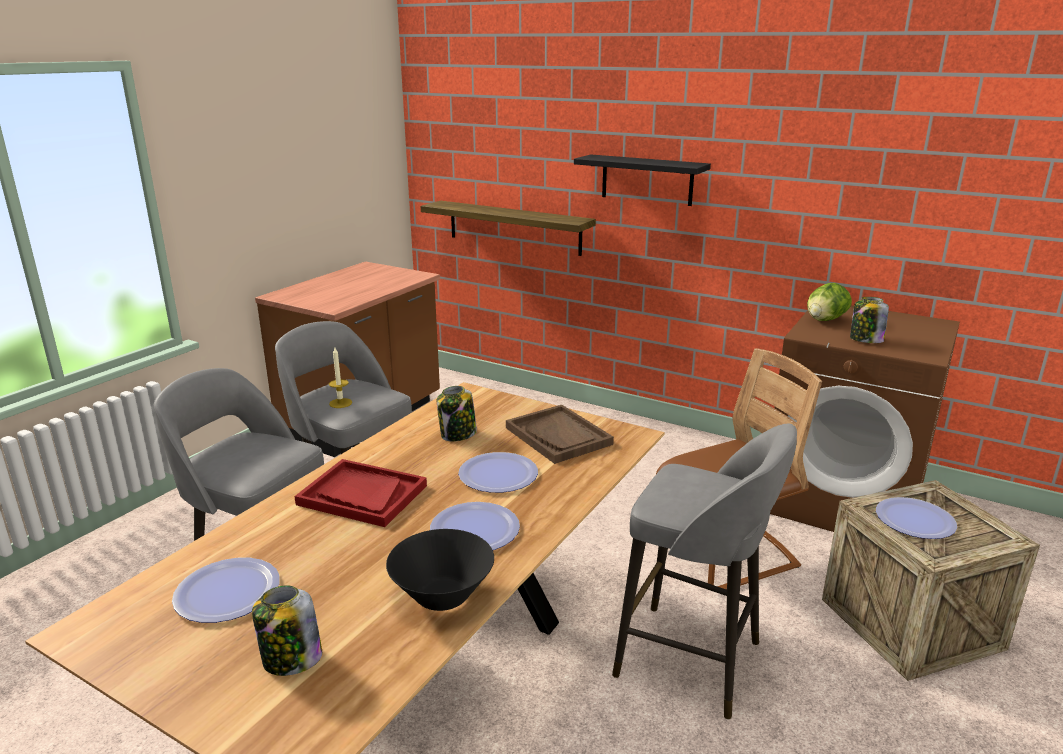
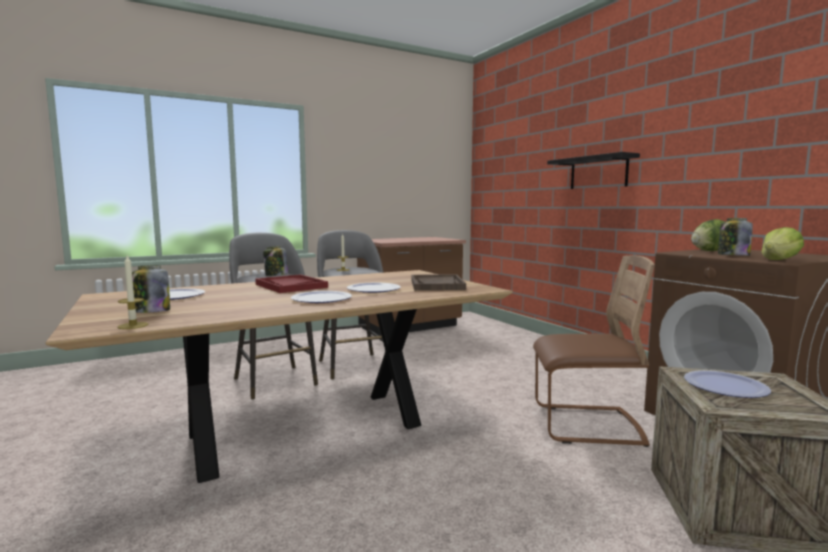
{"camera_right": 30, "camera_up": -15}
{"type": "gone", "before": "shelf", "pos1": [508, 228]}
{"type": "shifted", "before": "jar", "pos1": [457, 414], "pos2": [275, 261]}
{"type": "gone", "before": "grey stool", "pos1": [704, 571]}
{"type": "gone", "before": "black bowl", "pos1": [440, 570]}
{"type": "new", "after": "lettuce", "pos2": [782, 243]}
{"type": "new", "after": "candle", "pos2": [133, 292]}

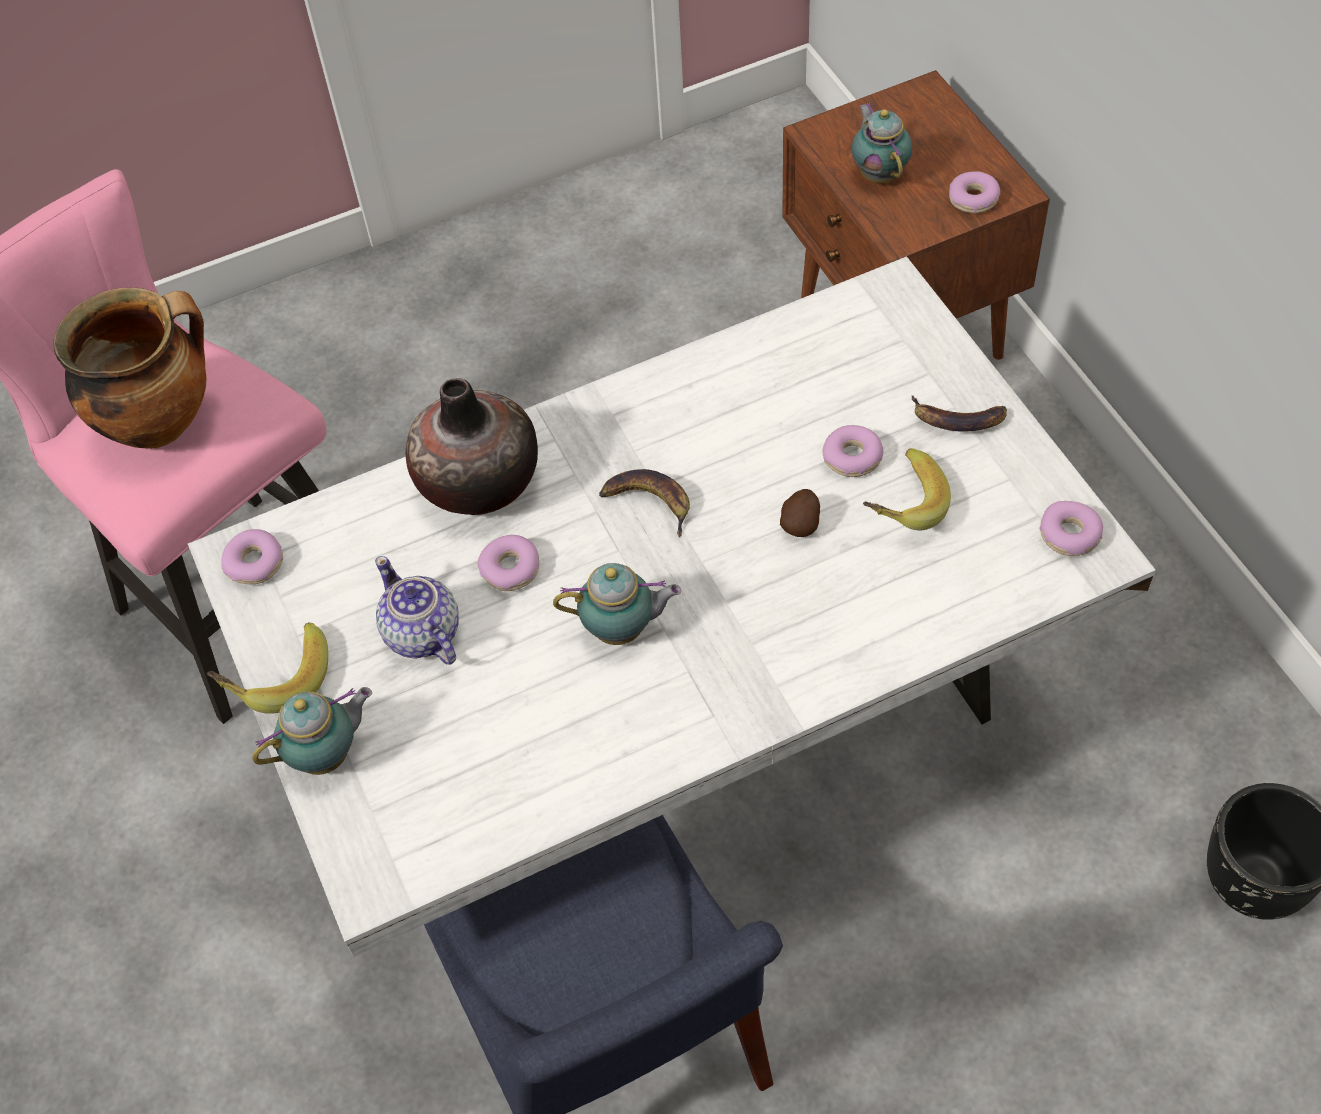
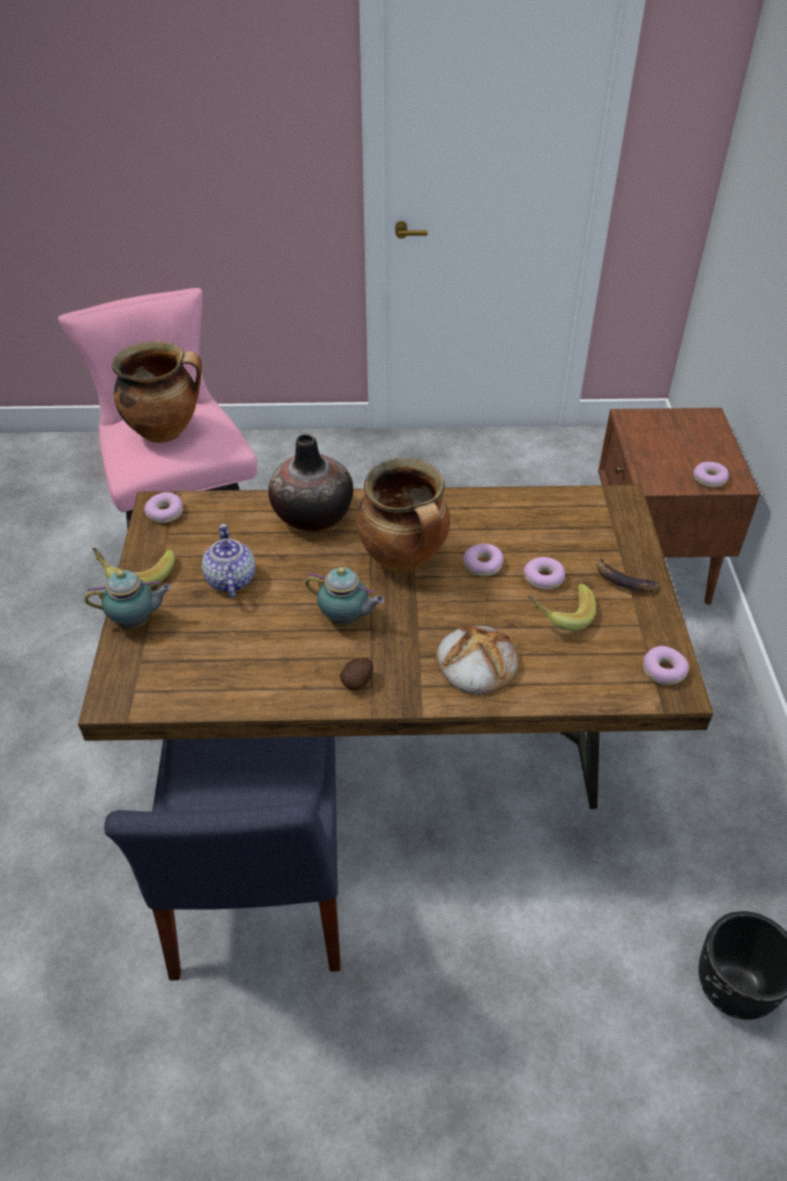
{"camera_right": 20, "camera_up": -10}
{"type": "gone", "before": "teapot", "pos1": [882, 143]}
{"type": "repainted", "before": "white dining table", "after": "brown dining table", "pos1": [672, 606], "pos2": [396, 647]}
{"type": "swapped", "before": "banana", "after": "cooking pot", "pos1": [644, 503], "pos2": [403, 515]}
{"type": "shifted", "before": "potato", "pos1": [800, 513], "pos2": [356, 674]}
{"type": "shifted", "before": "donut", "pos1": [508, 563], "pos2": [483, 560]}
{"type": "new", "after": "bread", "pos2": [478, 660]}

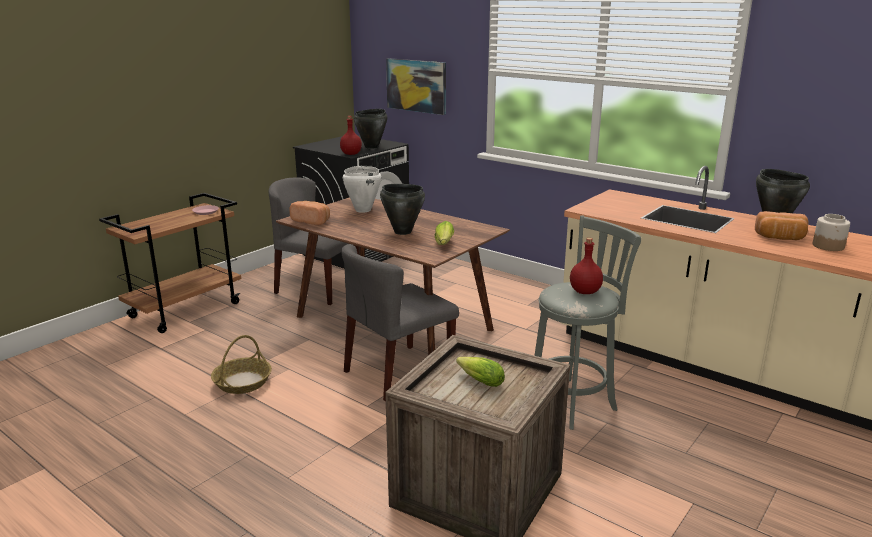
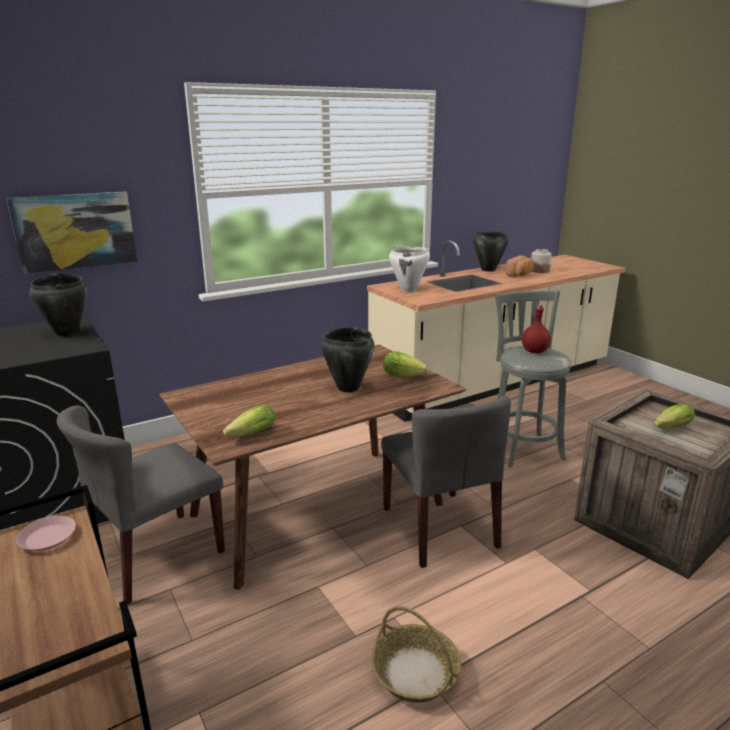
{"camera_right": -70, "camera_up": 0}
{"type": "gone", "before": "red bottle", "pos1": [351, 135]}
{"type": "shifted", "before": "white cooking pot", "pos1": [362, 189], "pos2": [409, 269]}
{"type": "swapped", "before": "bread", "after": "lettuce", "pos1": [309, 213], "pos2": [249, 421]}

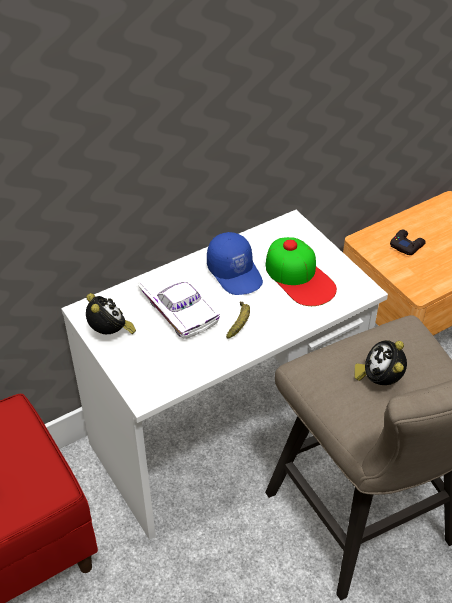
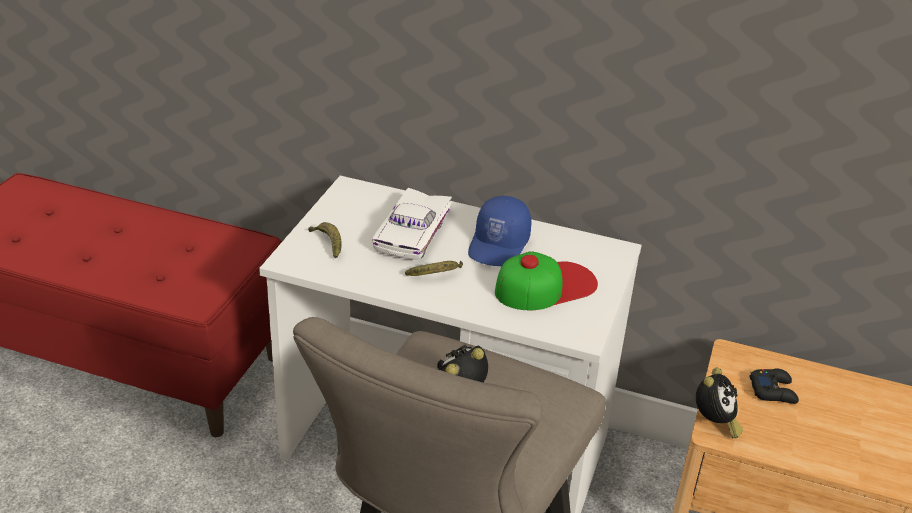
{"camera_right": 50, "camera_up": -10}
{"type": "rotated", "before": "cap", "pos1": [301, 271], "pos2": [546, 281], "turn": -135}
{"type": "shifted", "before": "alarm clock", "pos1": [111, 313], "pos2": [719, 403]}
{"type": "new", "after": "banana", "pos2": [325, 240]}

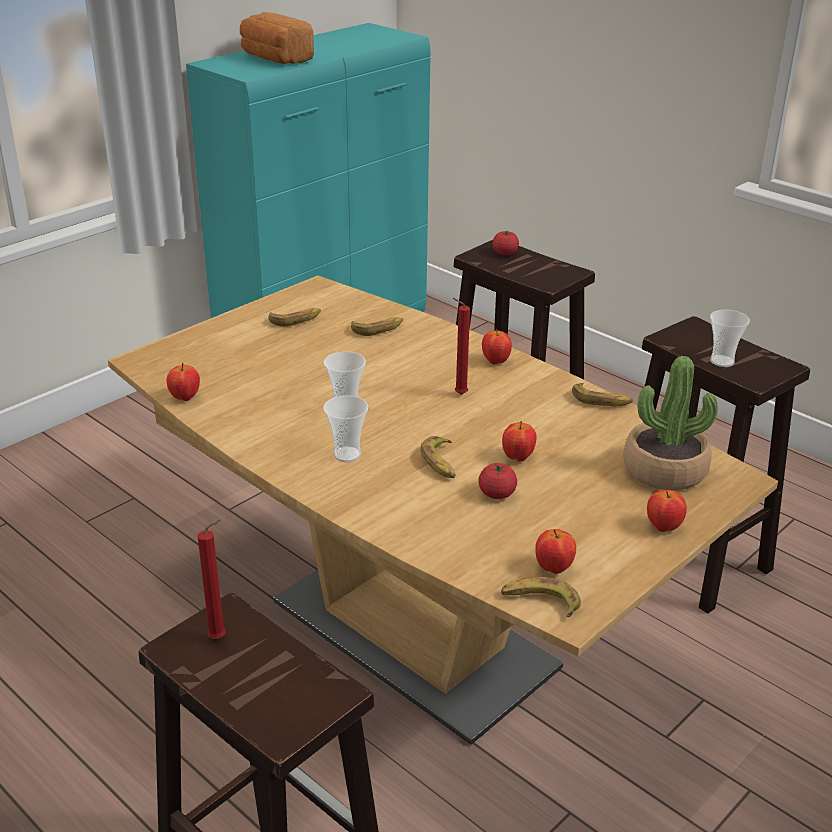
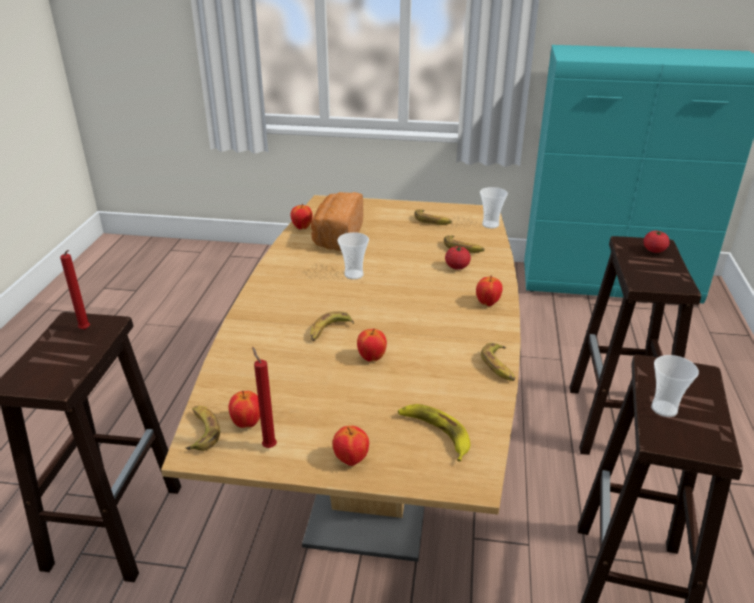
{"camera_right": 55, "camera_up": 0}
{"type": "shifted", "before": "bread", "pos1": [277, 38], "pos2": [337, 221]}
{"type": "shifted", "before": "red candle", "pos1": [461, 346], "pos2": [264, 397]}
{"type": "swapped", "before": "potted plant", "after": "banana", "pos1": [670, 423], "pos2": [434, 433]}
{"type": "shifted", "before": "cup", "pos1": [345, 428], "pos2": [494, 208]}
{"type": "shifted", "before": "tomato", "pos1": [497, 481], "pos2": [458, 258]}

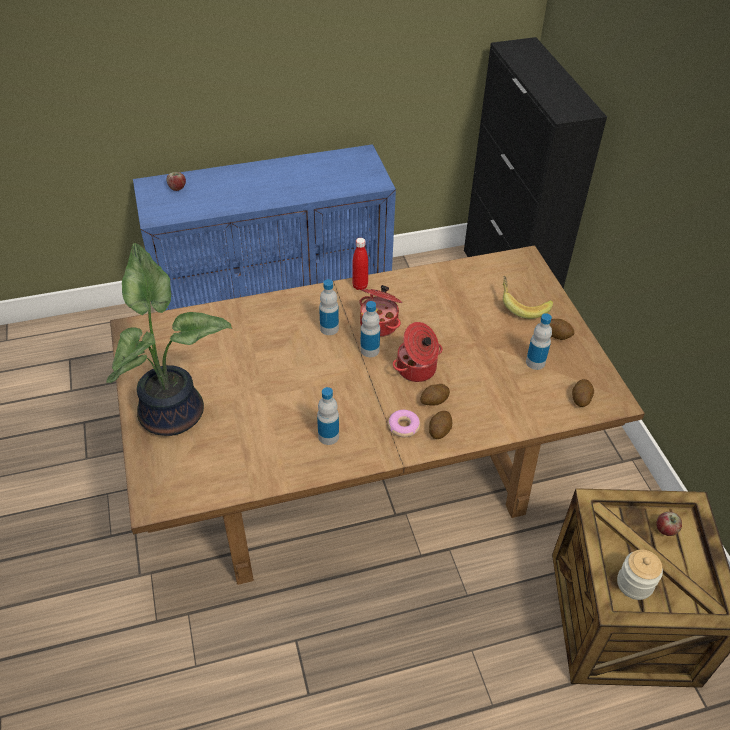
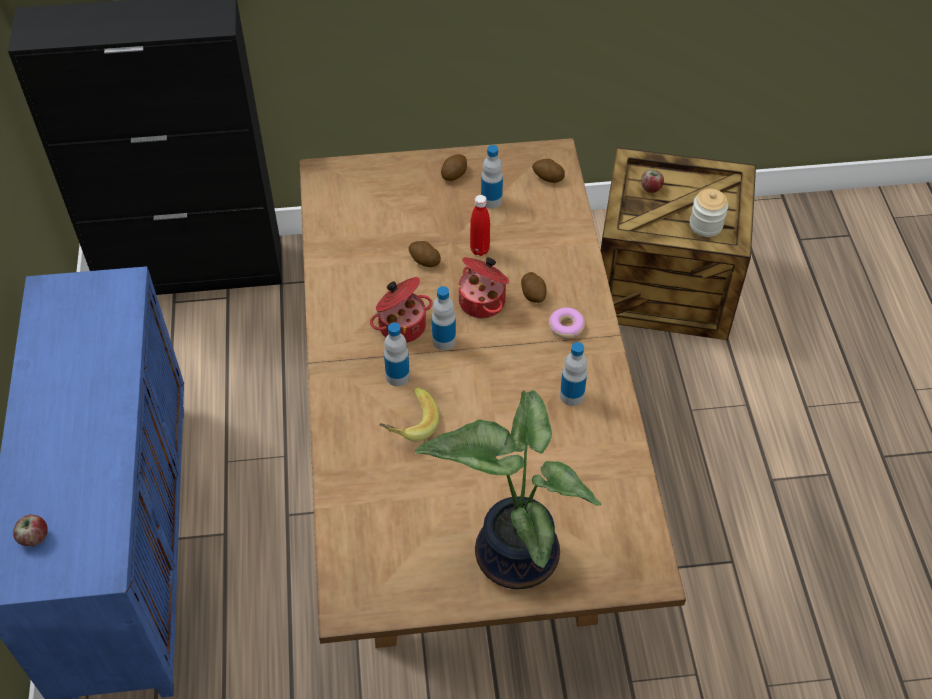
{"camera_right": -80, "camera_up": 5}
{"type": "shifted", "before": "red bottle", "pos1": [360, 264], "pos2": [480, 225]}
{"type": "shifted", "before": "banana", "pos1": [528, 297], "pos2": [409, 414]}
{"type": "shifted", "before": "potato", "pos1": [440, 425], "pos2": [424, 254]}

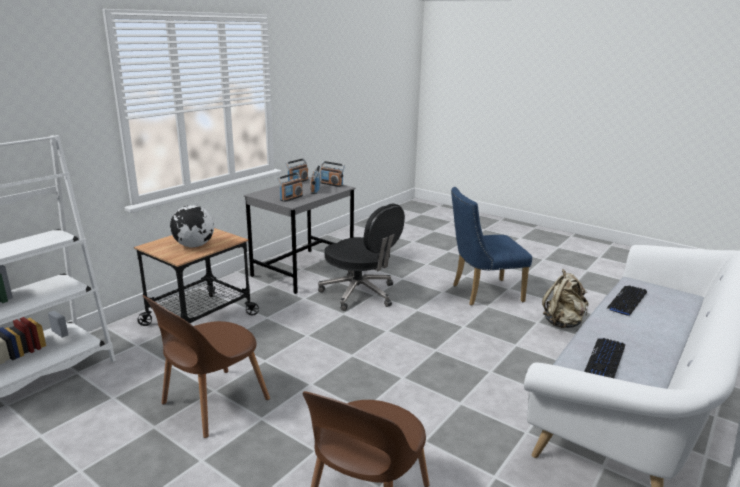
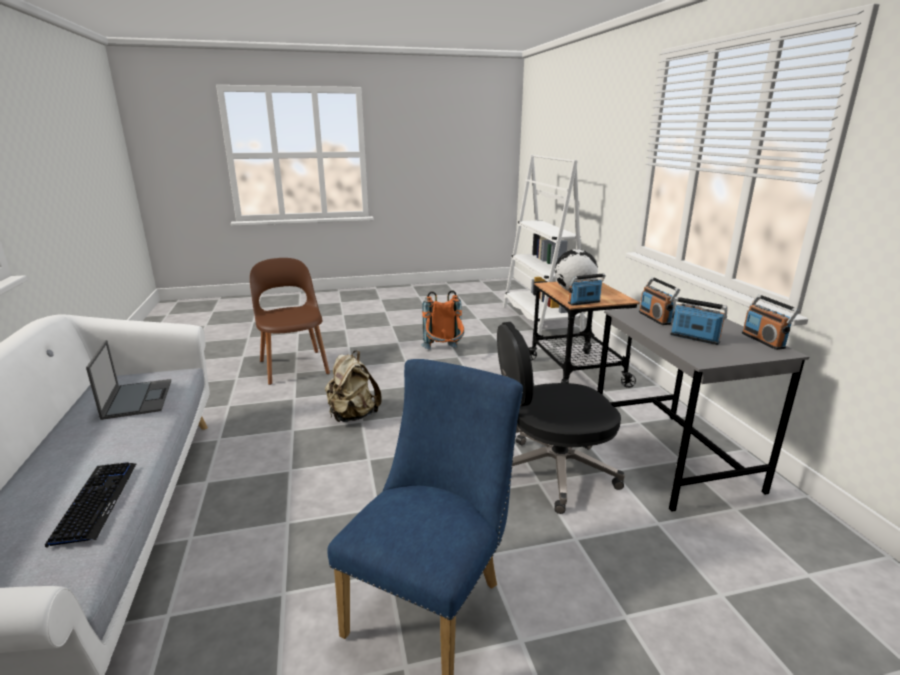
{"camera_right": 130, "camera_up": 0}
{"type": "shifted", "before": "radio", "pos1": [332, 174], "pos2": [587, 289]}
{"type": "shifted", "before": "beige backpack", "pos1": [565, 298], "pos2": [353, 386]}
{"type": "swapped", "before": "brown chair", "after": "orange backpack", "pos1": [206, 366], "pos2": [442, 320]}
{"type": "swapped", "before": "keyboard", "after": "laptop", "pos1": [604, 358], "pos2": [128, 380]}

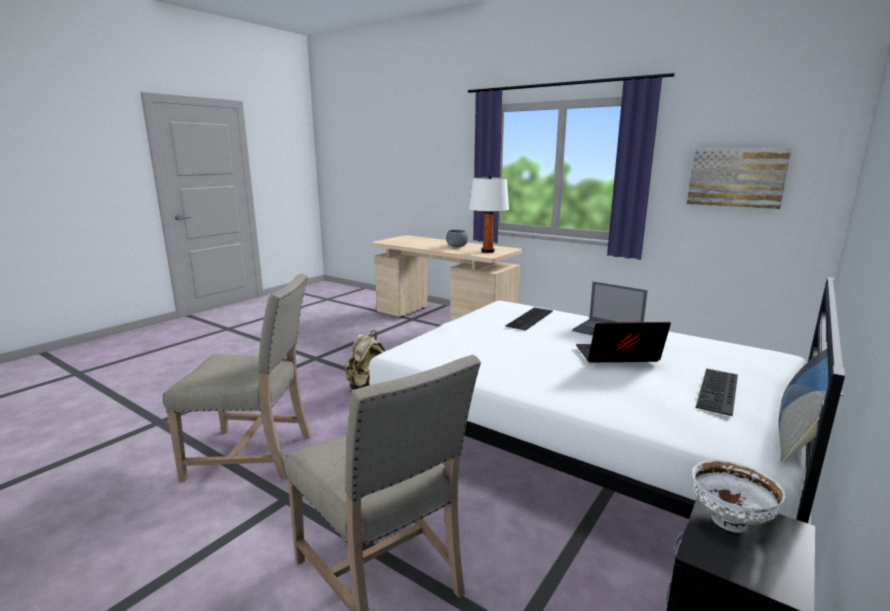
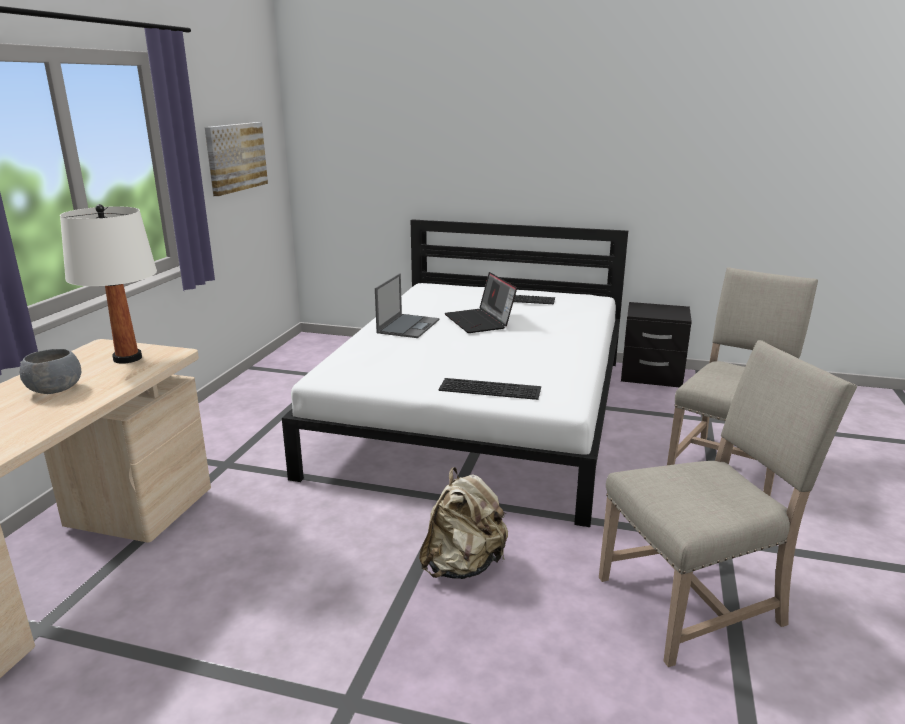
{"camera_right": -110, "camera_up": 5}
{"type": "rotated", "before": "beige chair", "pos1": [237, 378], "pos2": [728, 503], "turn": 90}
{"type": "shifted", "before": "keyboard", "pos1": [529, 318], "pos2": [489, 389]}
{"type": "gone", "before": "pillow", "pos1": [808, 405]}
{"type": "gone", "before": "white bowl", "pos1": [738, 496]}

